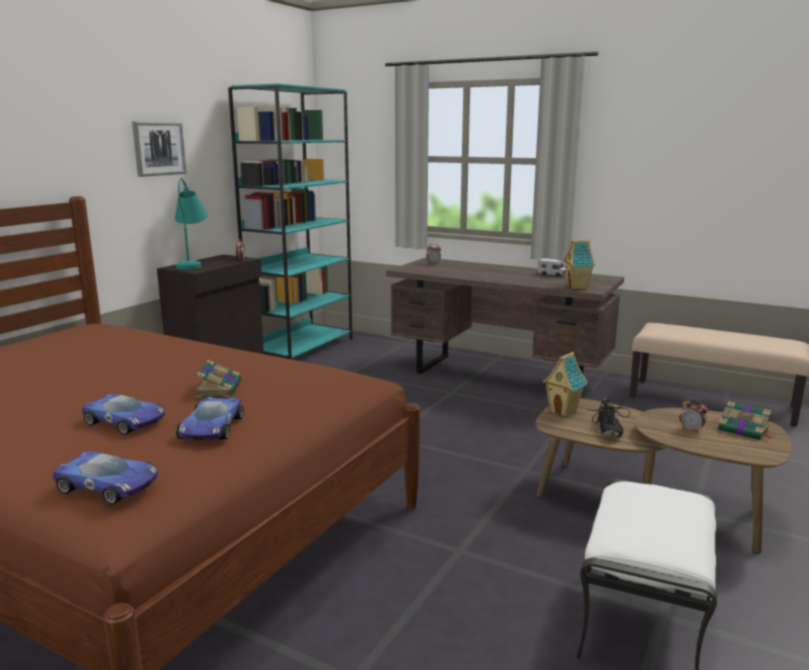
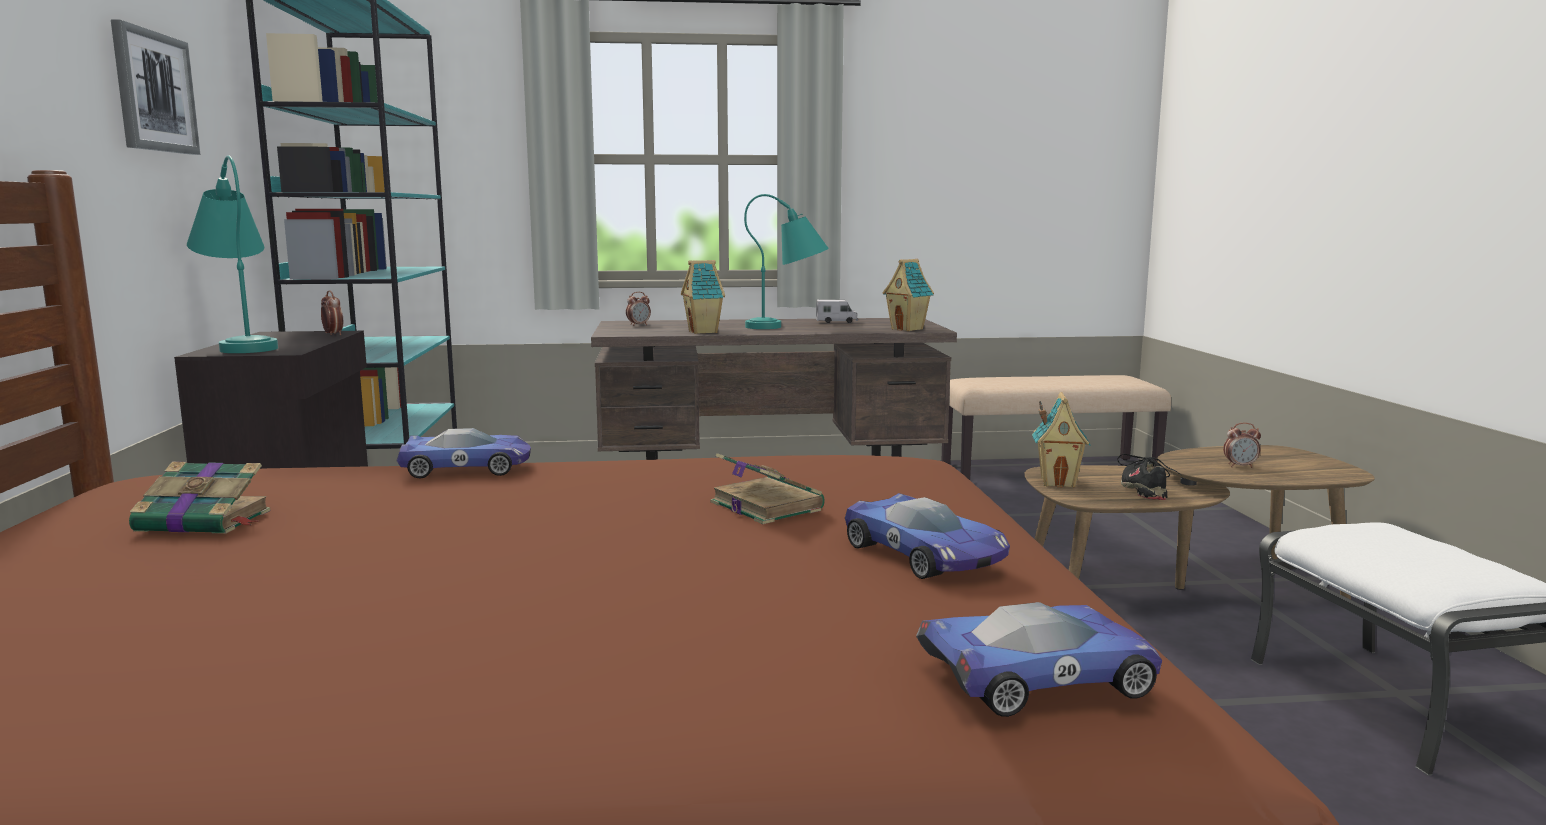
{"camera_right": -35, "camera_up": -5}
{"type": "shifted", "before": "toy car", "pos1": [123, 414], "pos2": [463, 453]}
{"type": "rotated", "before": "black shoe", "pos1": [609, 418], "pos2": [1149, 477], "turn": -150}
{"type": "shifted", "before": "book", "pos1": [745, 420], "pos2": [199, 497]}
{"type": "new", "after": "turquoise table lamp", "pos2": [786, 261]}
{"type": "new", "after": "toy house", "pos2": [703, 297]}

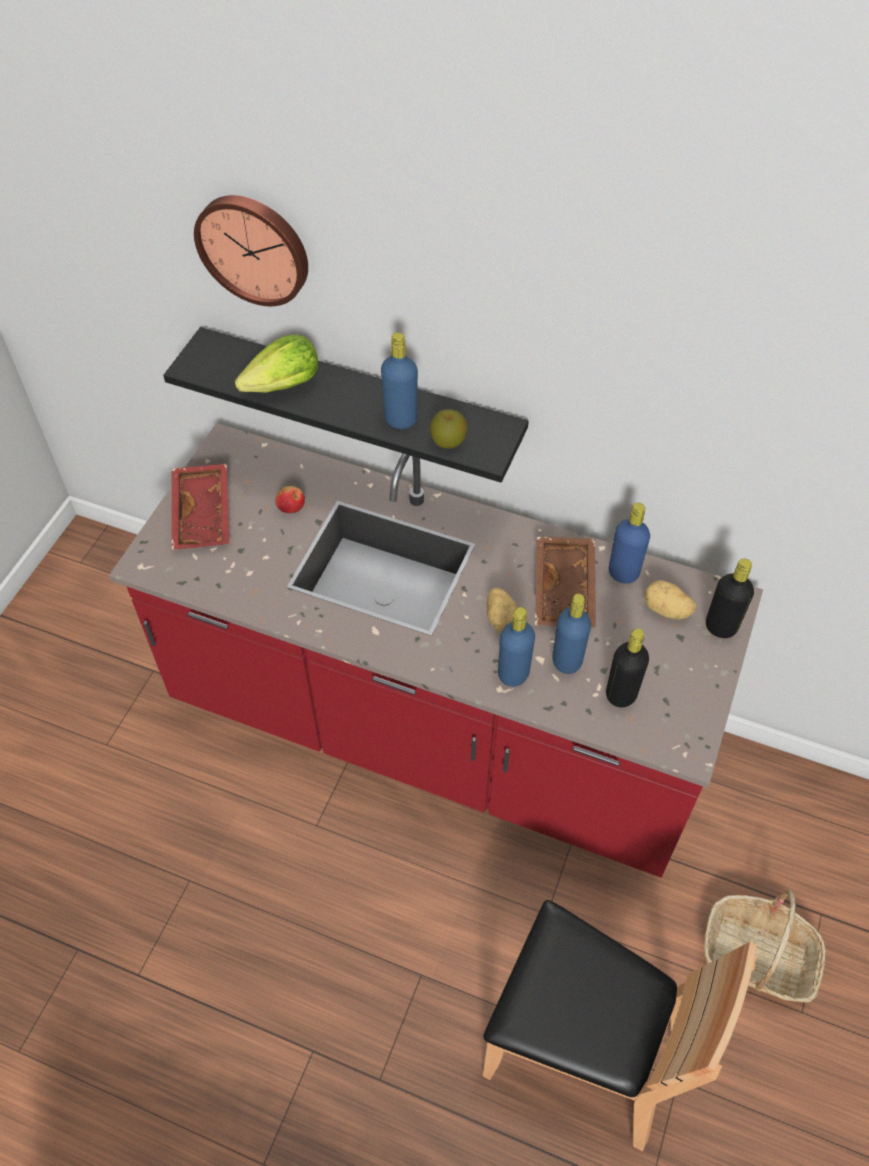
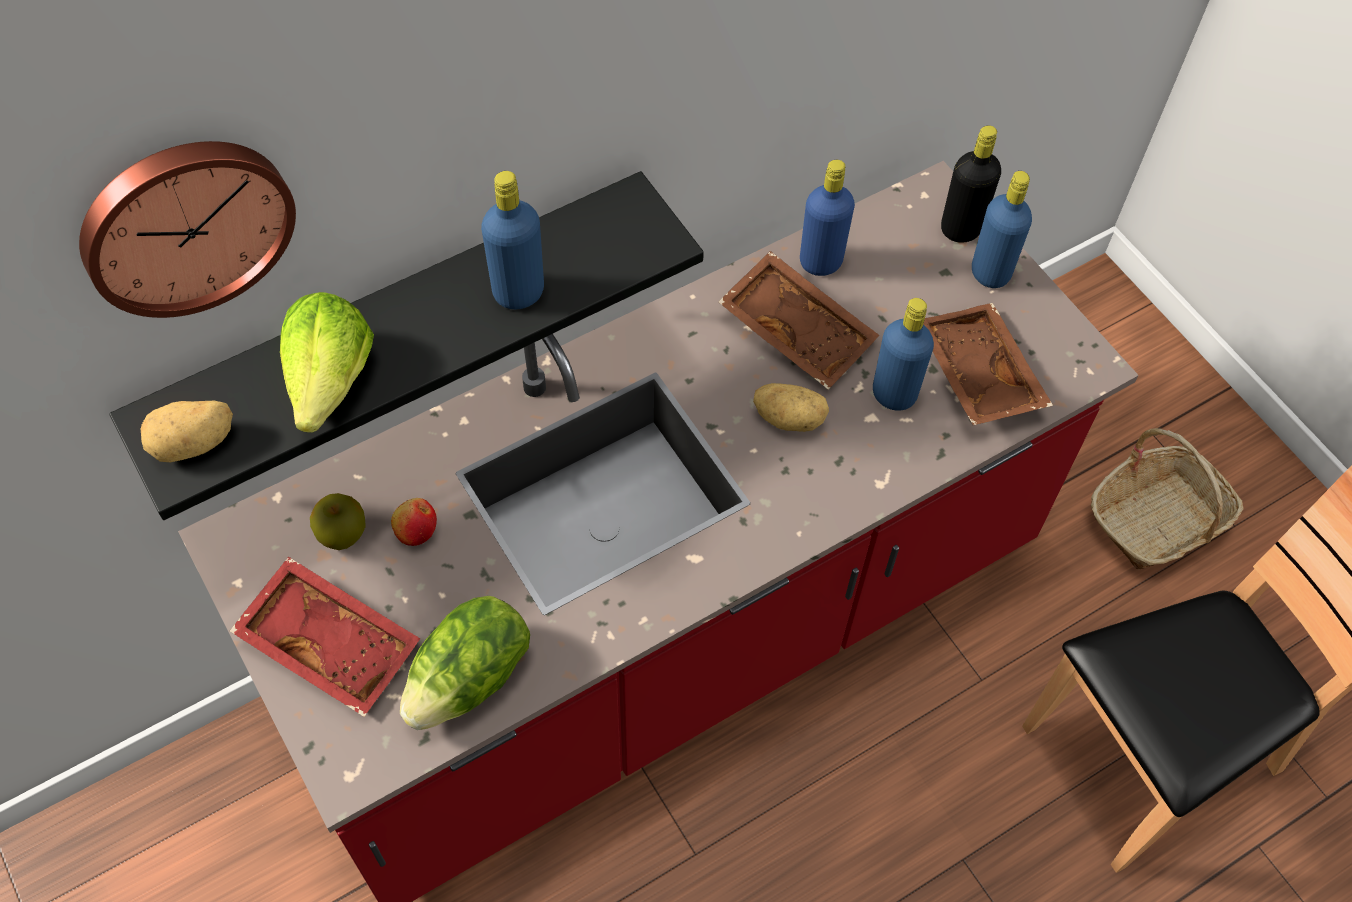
{"camera_right": -55, "camera_up": 5}
{"type": "shifted", "before": "apple", "pos1": [448, 429], "pos2": [338, 521]}
{"type": "shifted", "before": "potato", "pos1": [670, 600], "pos2": [187, 431]}
{"type": "shifted", "before": "blue bottle", "pos1": [516, 647], "pos2": [1002, 229]}
{"type": "swapped", "before": "black bottle", "after": "brown tray", "pos1": [627, 667], "pos2": [988, 364]}
{"type": "new", "after": "lettuce", "pos2": [465, 663]}

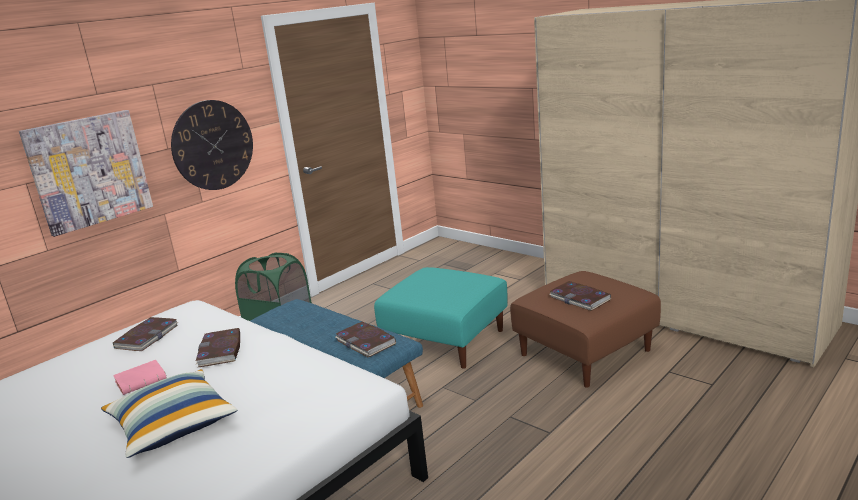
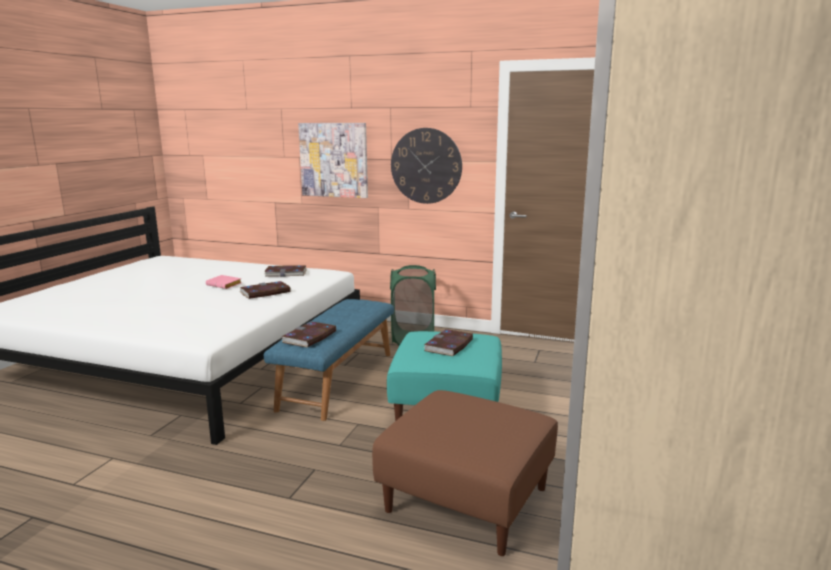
{"camera_right": 65, "camera_up": -5}
{"type": "shifted", "before": "book", "pos1": [580, 296], "pos2": [448, 342]}
{"type": "gone", "before": "pillow", "pos1": [169, 413]}

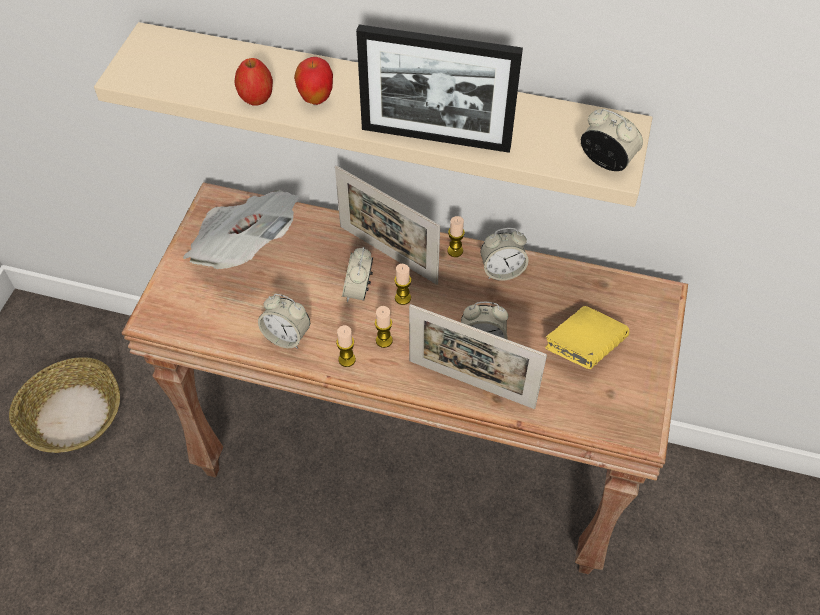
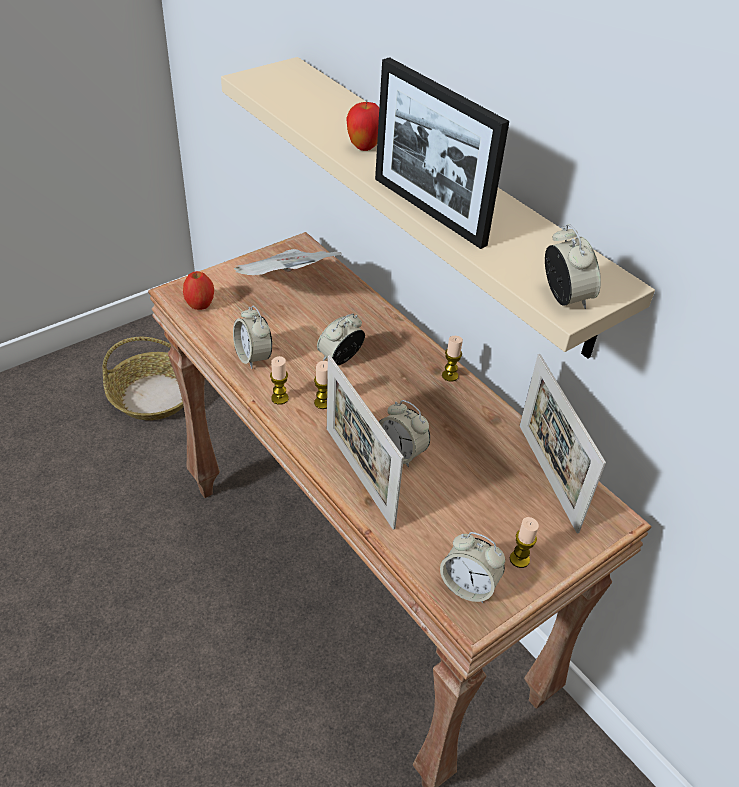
{"camera_right": 35, "camera_up": -10}
{"type": "shifted", "before": "apple", "pos1": [253, 82], "pos2": [198, 290]}
{"type": "shifted", "before": "picture frame", "pos1": [387, 225], "pos2": [563, 444]}
{"type": "shifted", "before": "alarm clock", "pos1": [504, 254], "pos2": [472, 567]}
{"type": "shifted", "before": "candle", "pos1": [402, 284], "pos2": [524, 542]}
{"type": "gone", "before": "yellow book", "pos1": [587, 337]}

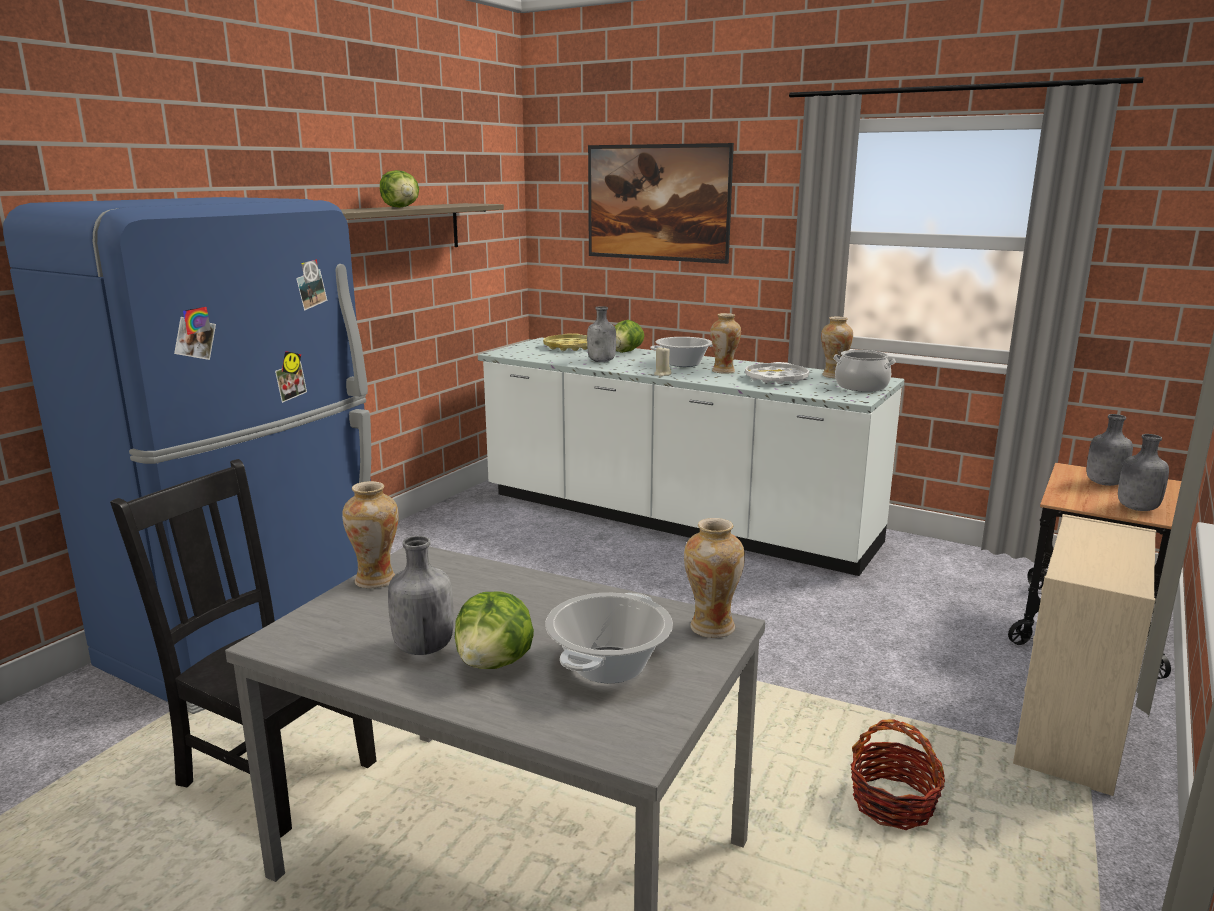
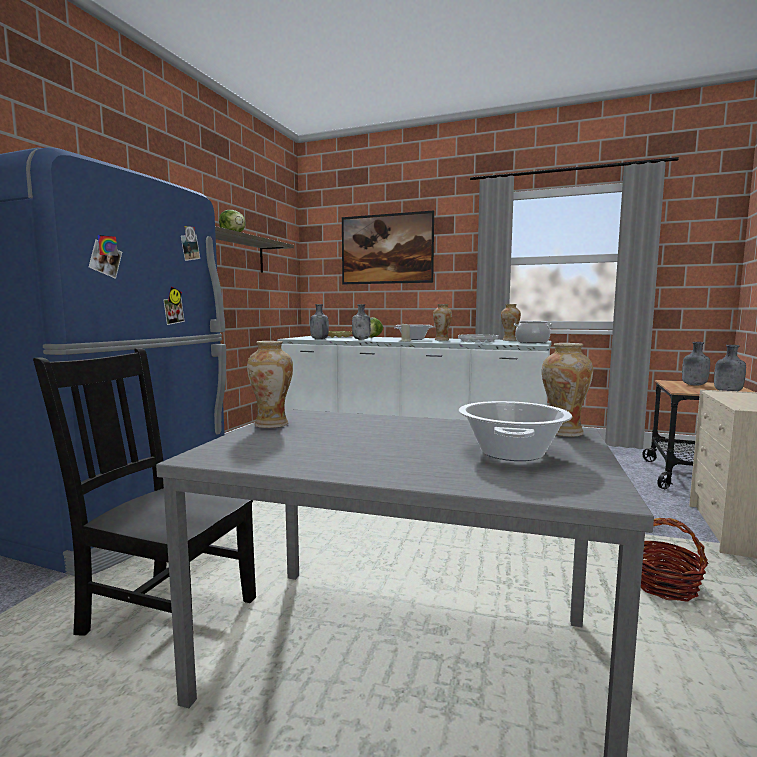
{"camera_right": -10, "camera_up": -10}
{"type": "shifted", "before": "grey bottle", "pos1": [421, 595], "pos2": [319, 321]}
{"type": "gone", "before": "lettuce", "pos1": [494, 630]}

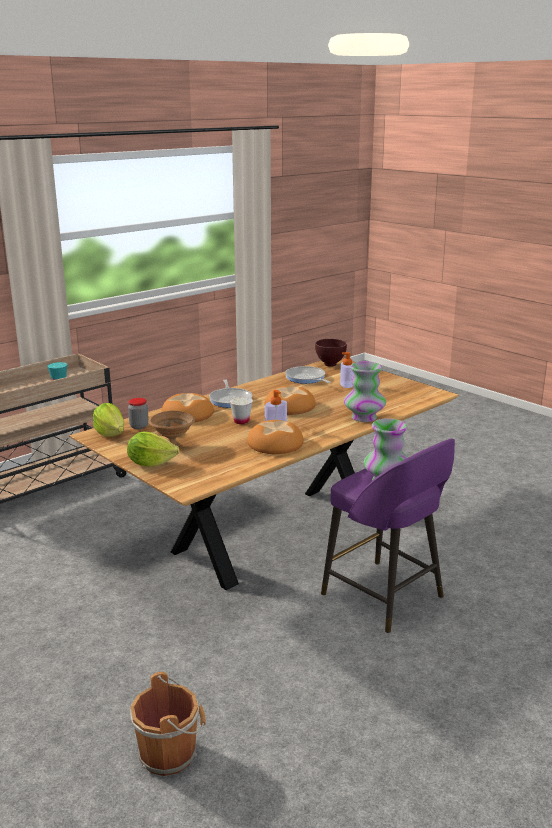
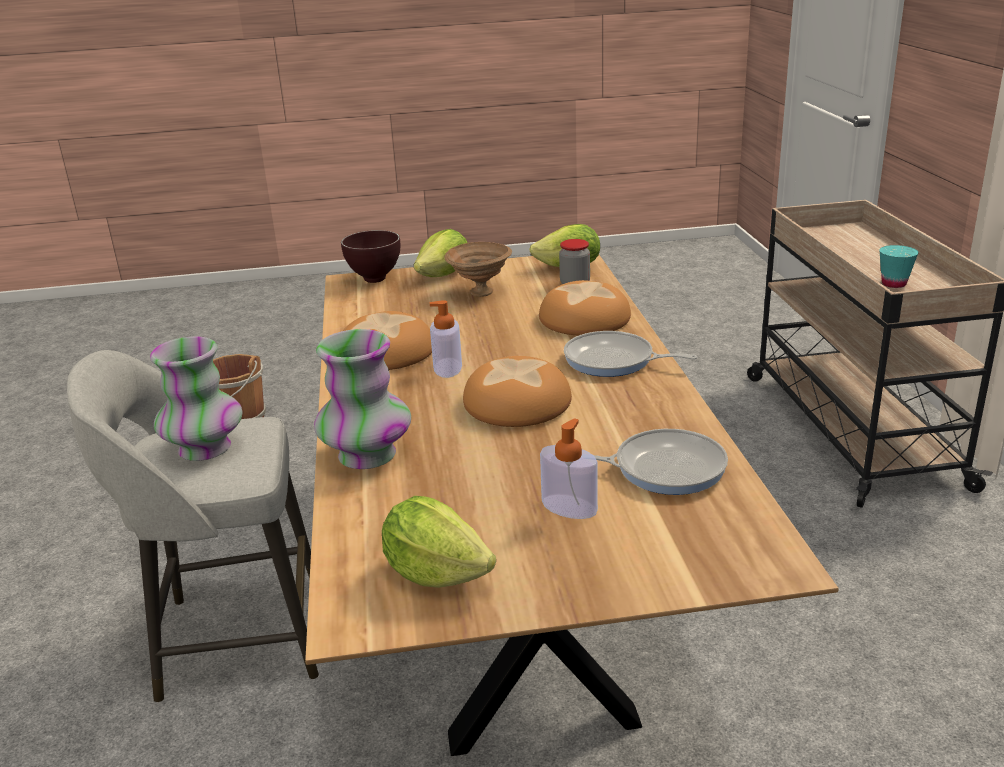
{"camera_right": 125, "camera_up": 5}
{"type": "shifted", "before": "brown bowl", "pos1": [331, 353], "pos2": [370, 256]}
{"type": "gone", "before": "white cup", "pos1": [241, 410]}
{"type": "repainted", "before": "purple stool", "after": "grey stool", "pos1": [388, 536], "pos2": [193, 526]}
{"type": "new", "after": "lettuce", "pos2": [439, 542]}

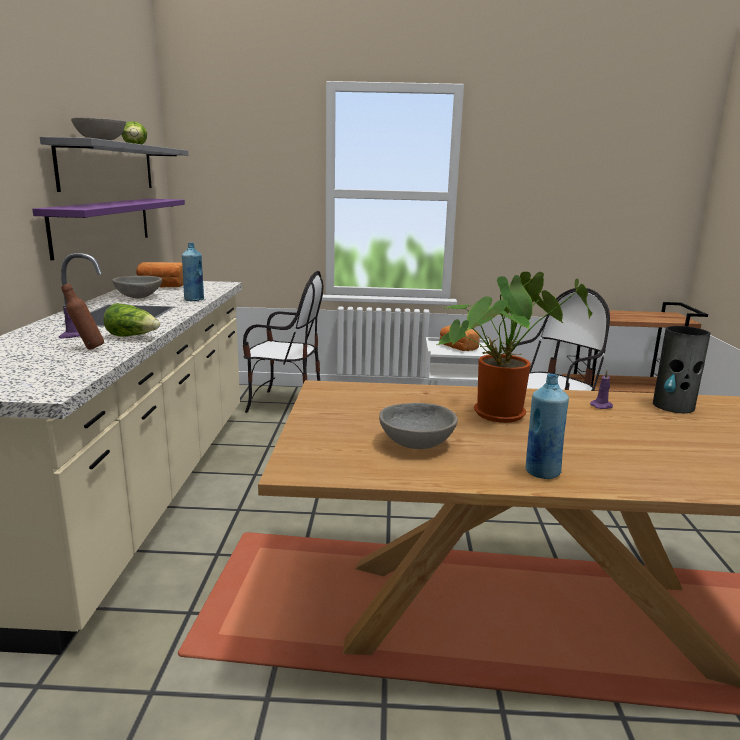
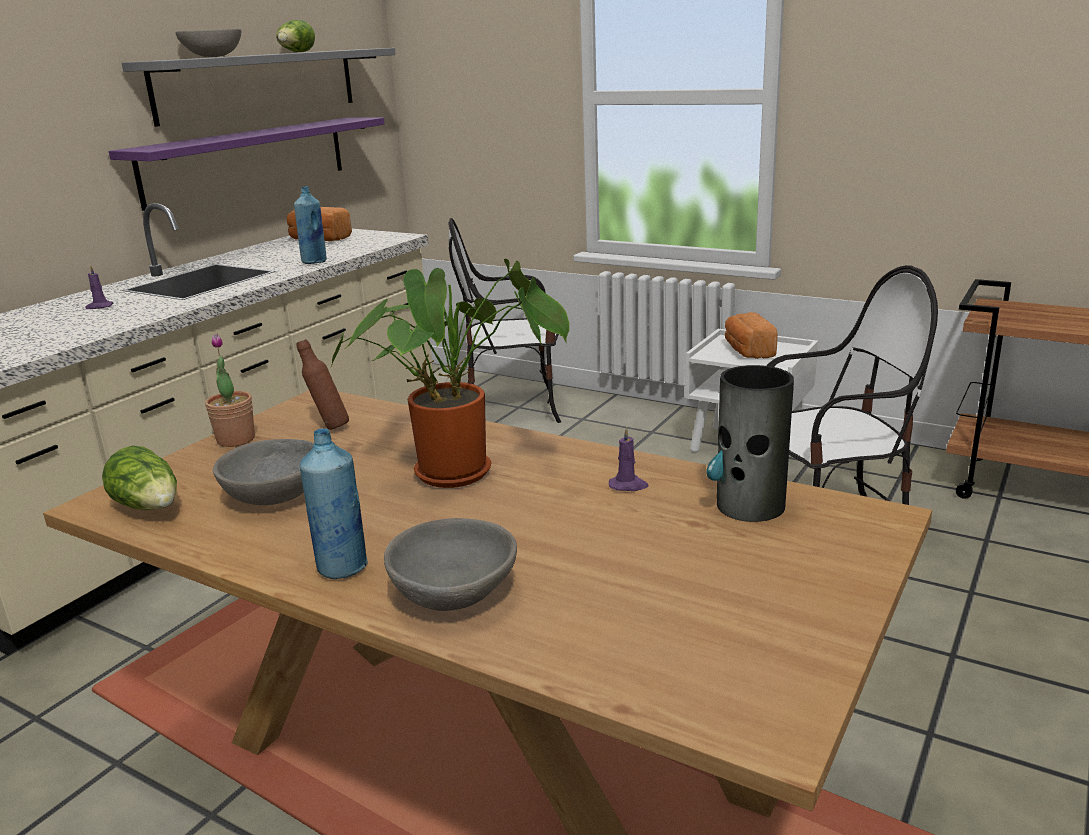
{"camera_right": 30, "camera_up": 5}
{"type": "rotated", "before": "chair", "pos1": [283, 342], "pos2": [504, 320], "turn": 135}
{"type": "shifted", "before": "grey bowl", "pos1": [137, 287], "pos2": [450, 564]}
{"type": "shifted", "before": "brown bottle", "pos1": [82, 316], "pos2": [323, 384]}
{"type": "shifted", "before": "lettuce", "pos1": [131, 320], "pos2": [139, 478]}
{"type": "new", "after": "potted plant", "pos2": [230, 390]}

